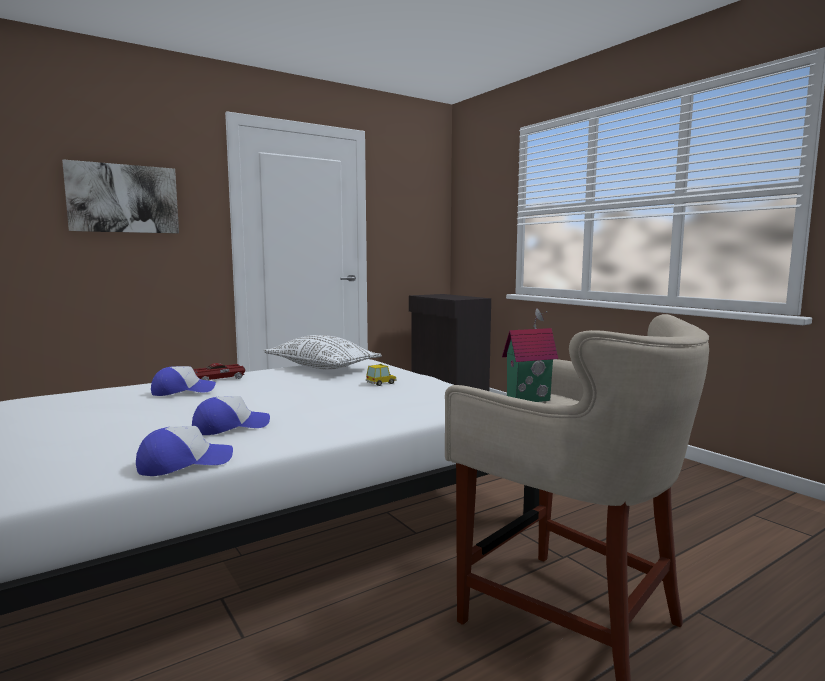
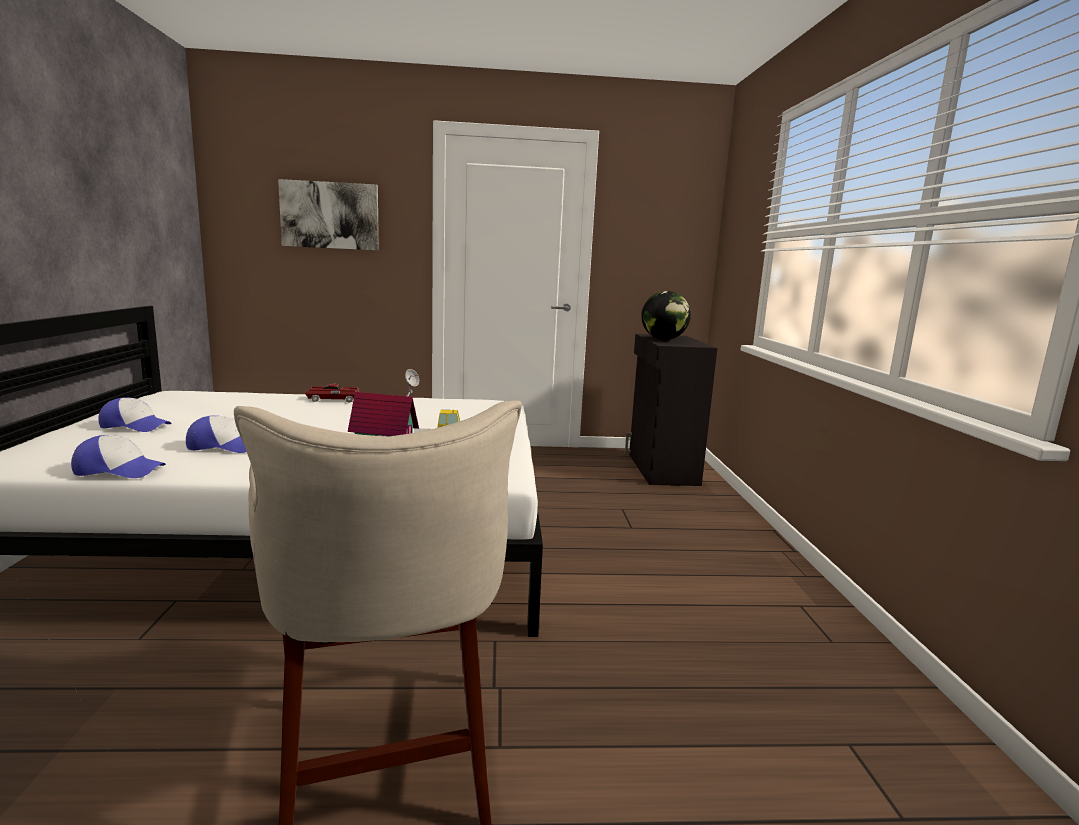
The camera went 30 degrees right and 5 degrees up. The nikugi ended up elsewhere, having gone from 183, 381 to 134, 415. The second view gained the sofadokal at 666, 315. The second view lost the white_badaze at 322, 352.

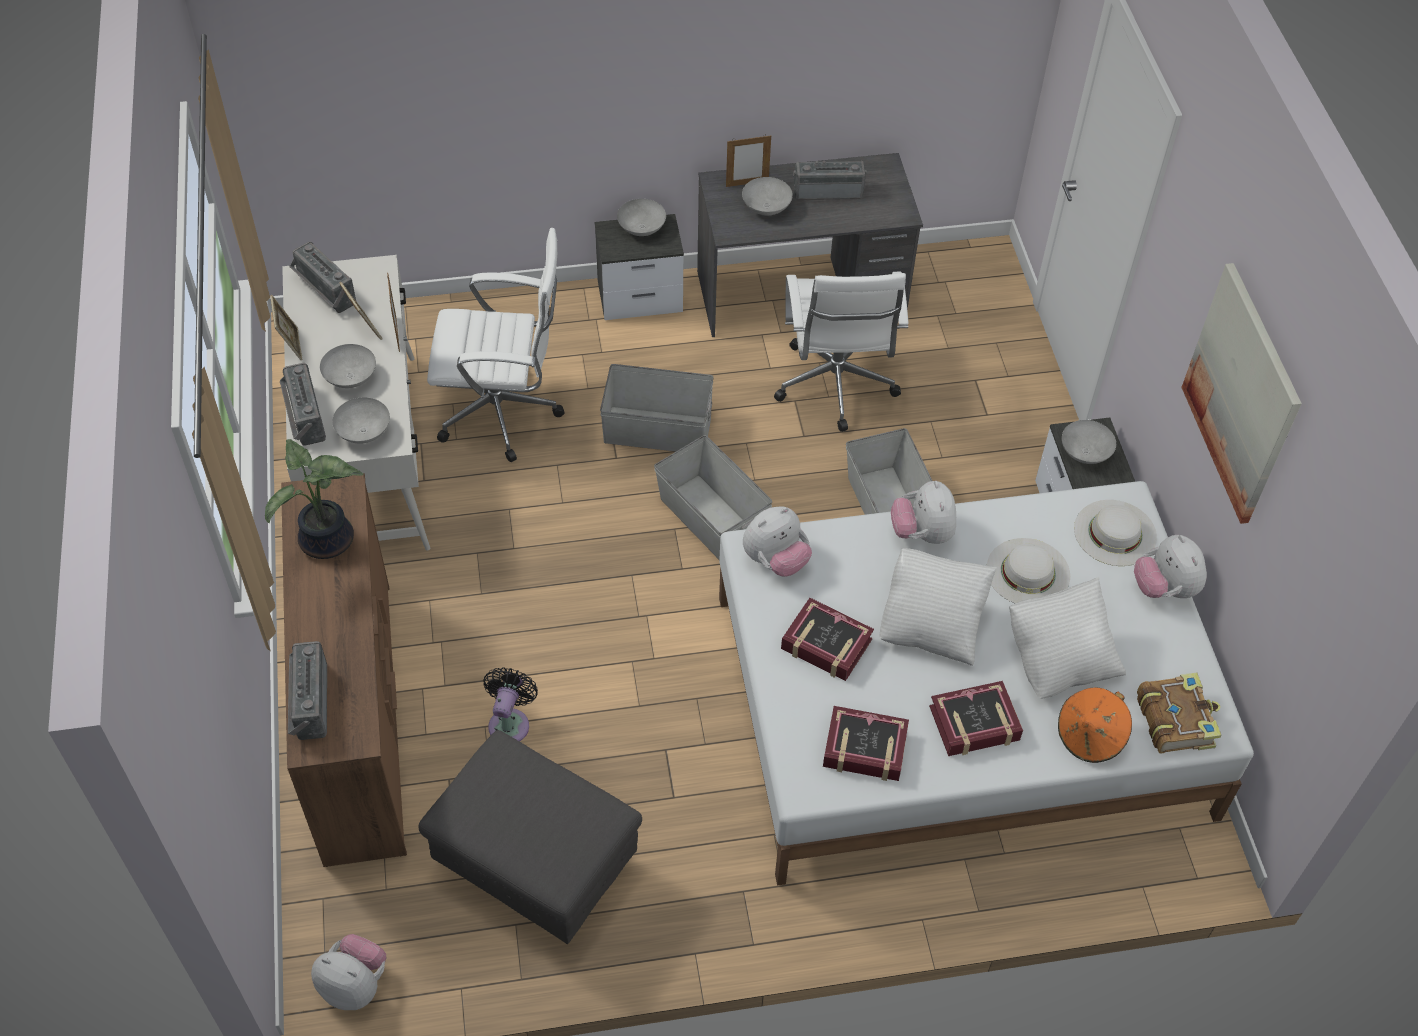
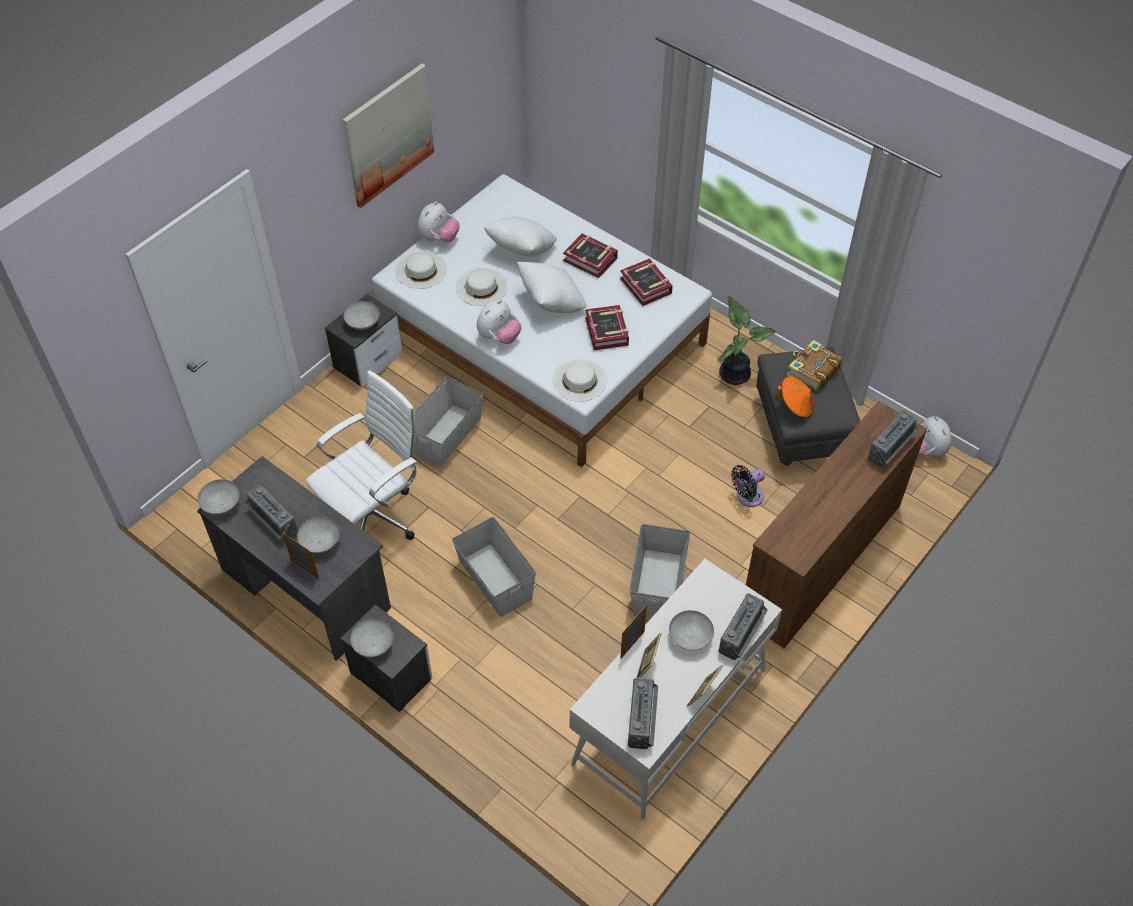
The camera went 130 degrees left and 0 degrees up. The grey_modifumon ended up elsewhere, having gone from 361, 420 to 218, 497. Where the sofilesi stood at 777, 542, the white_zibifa came to stand at 579, 381. The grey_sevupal ended up elsewhere, having gone from 713, 497 to 659, 571. The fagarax ended up elsewhere, having gone from 314, 499 to 746, 340. The orange_zibifa ended up elsewhere, having gone from 1095, 725 to 794, 397. The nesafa ended up elsewhere, having gone from 1179, 713 to 814, 365. The second view lost the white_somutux at 496, 345.

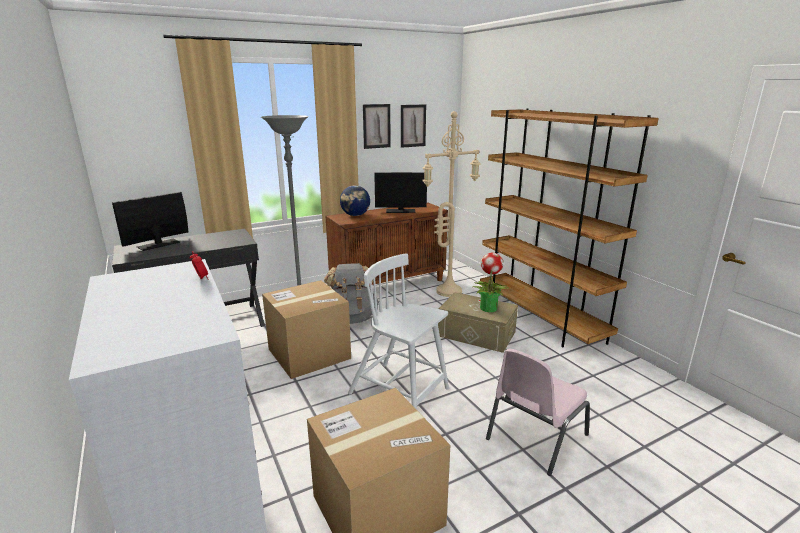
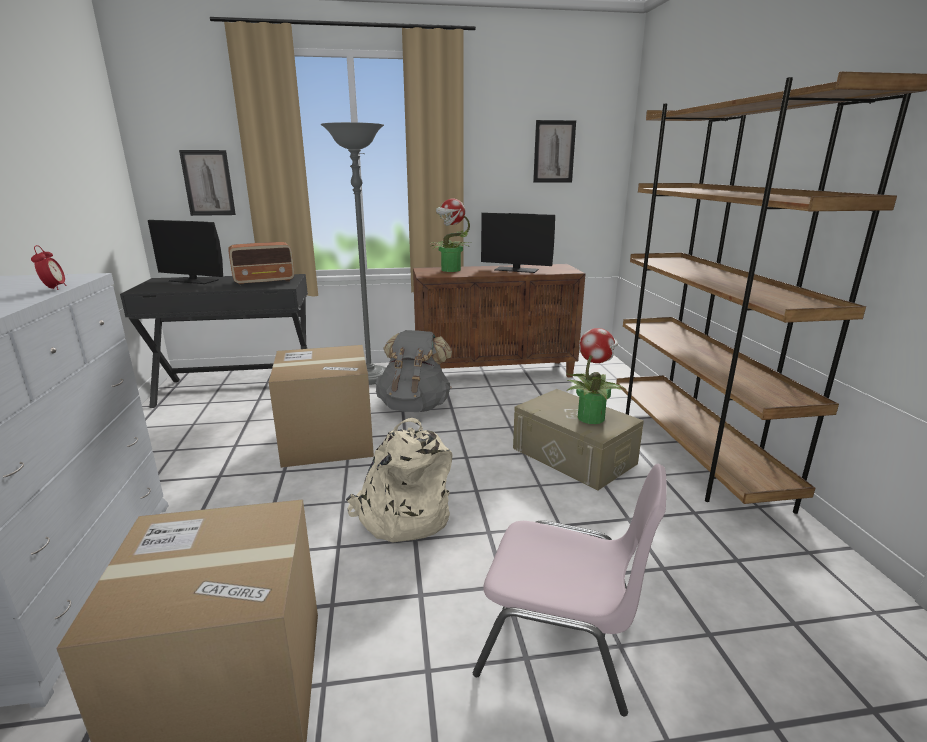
The camera went 20 degrees right and 0 degrees up. The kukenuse at 150, 221 ended up facing another way, 135 degrees counterclockwise from before. The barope ended up elsewhere, having gone from 377, 126 to 207, 183. The second view gained the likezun at 261, 263. Where the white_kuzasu stood at 398, 331, the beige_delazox came to stand at 399, 480. Where the sofadokal stood at 355, 200, the fagarax came to stand at 450, 235. The pink_kuzasu at 538, 412 ended up facing another way, 135 degrees counterclockwise from before. The second view lost the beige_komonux at 451, 204.

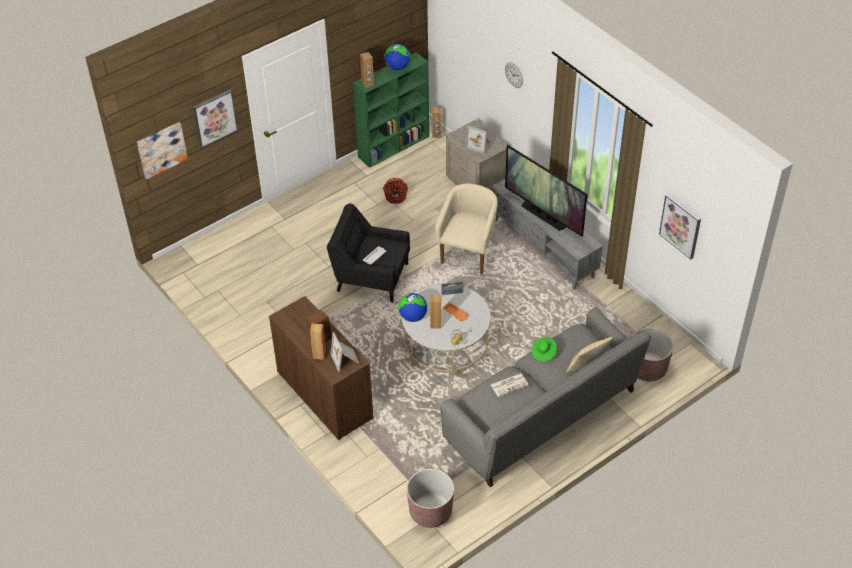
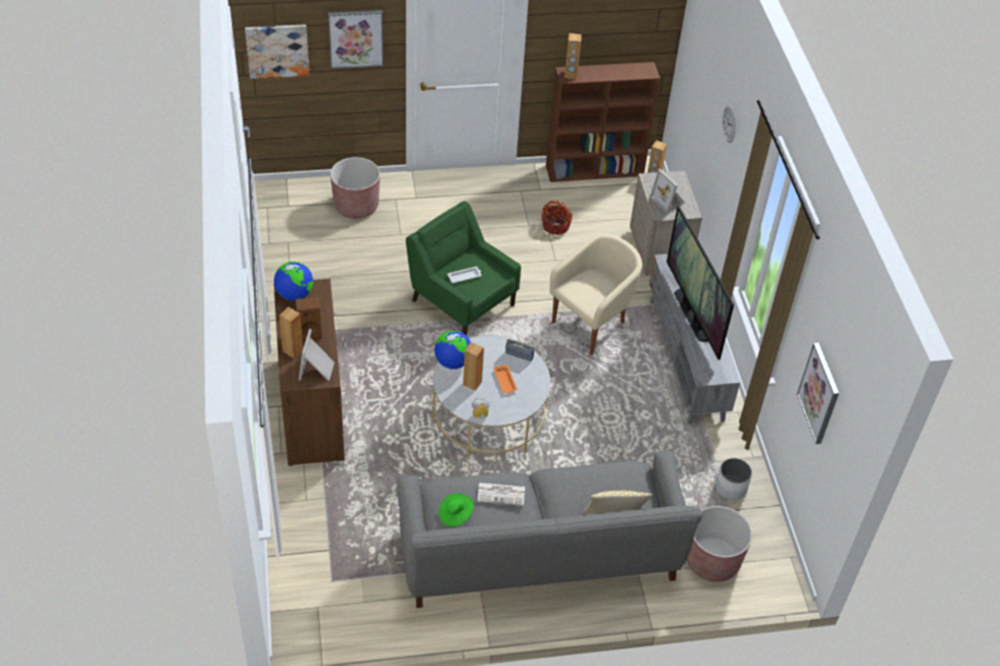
The camera went 25 degrees right and 0 degrees up. The sofadokal ended up elsewhere, having gone from 397, 57 to 293, 281. The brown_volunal ended up elsewhere, having gone from 430, 498 to 355, 188. What was the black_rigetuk at 368, 253 turned into the green_rigetuk at 463, 268. The green_zibifa ended up elsewhere, having gone from 544, 349 to 456, 510. What was the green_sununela at 391, 110 turned into the brown_sununela at 603, 122. The second view gained the white_volunal at 733, 479.

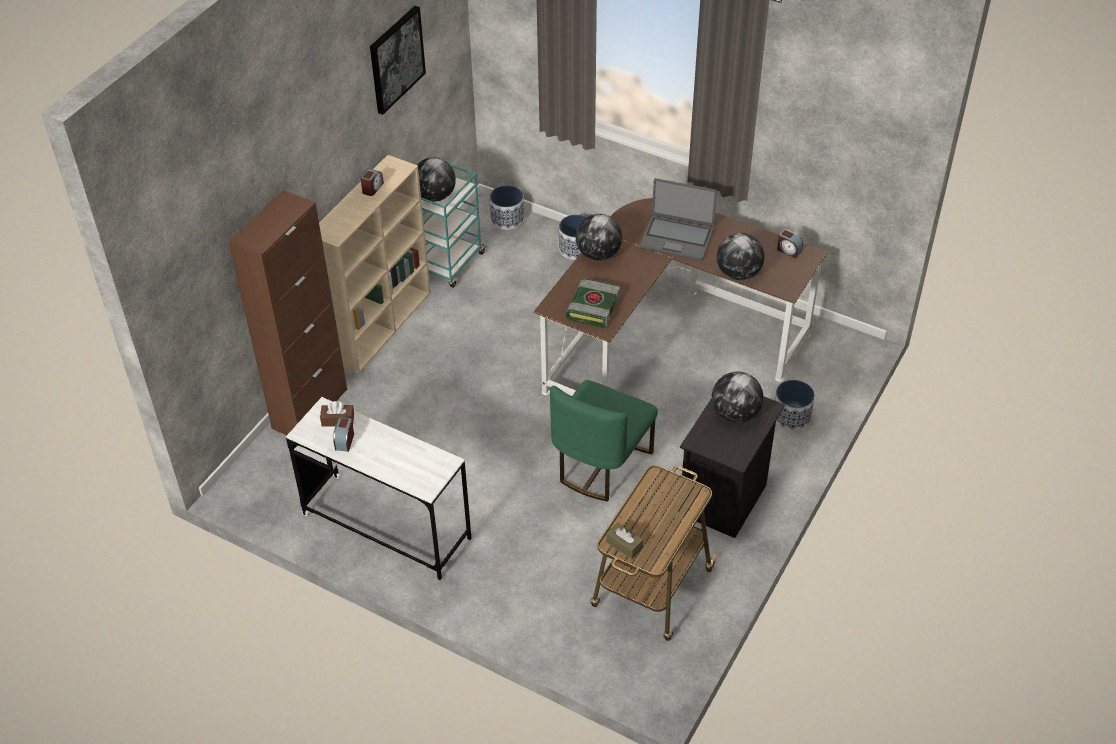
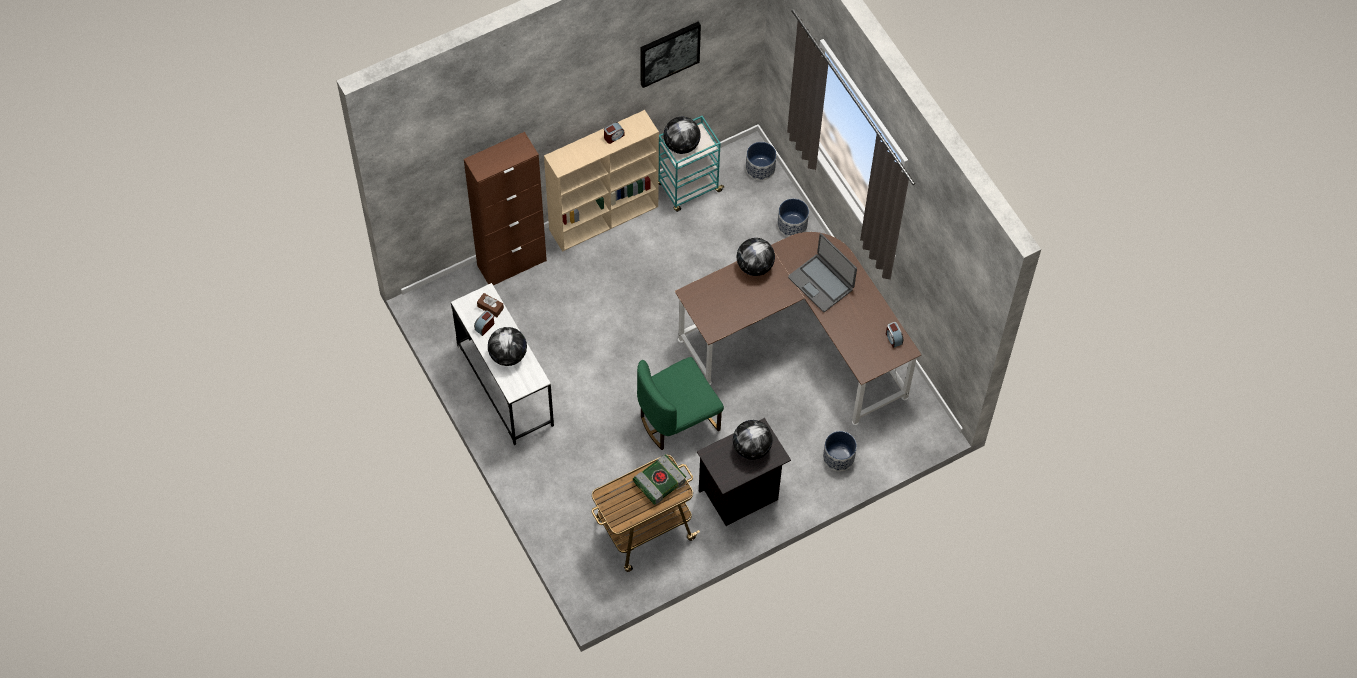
The camera went 30 degrees right and 15 degrees up. The sofadokal ended up elsewhere, having gone from 740, 256 to 507, 346. The nesafa ended up elsewhere, having gone from 593, 303 to 659, 480. The second view lost the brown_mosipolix at 624, 541.

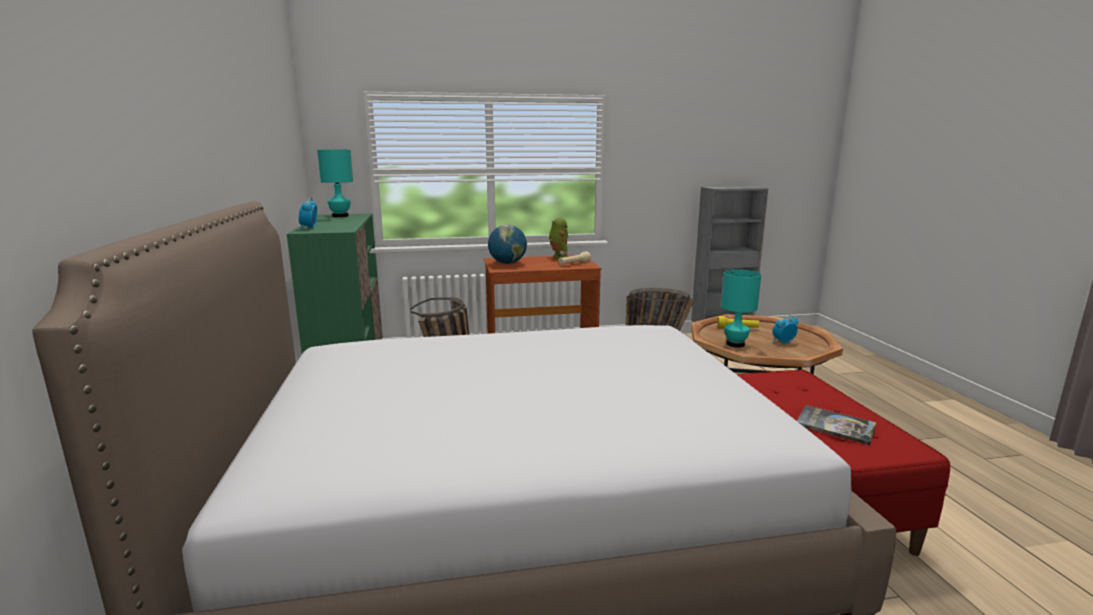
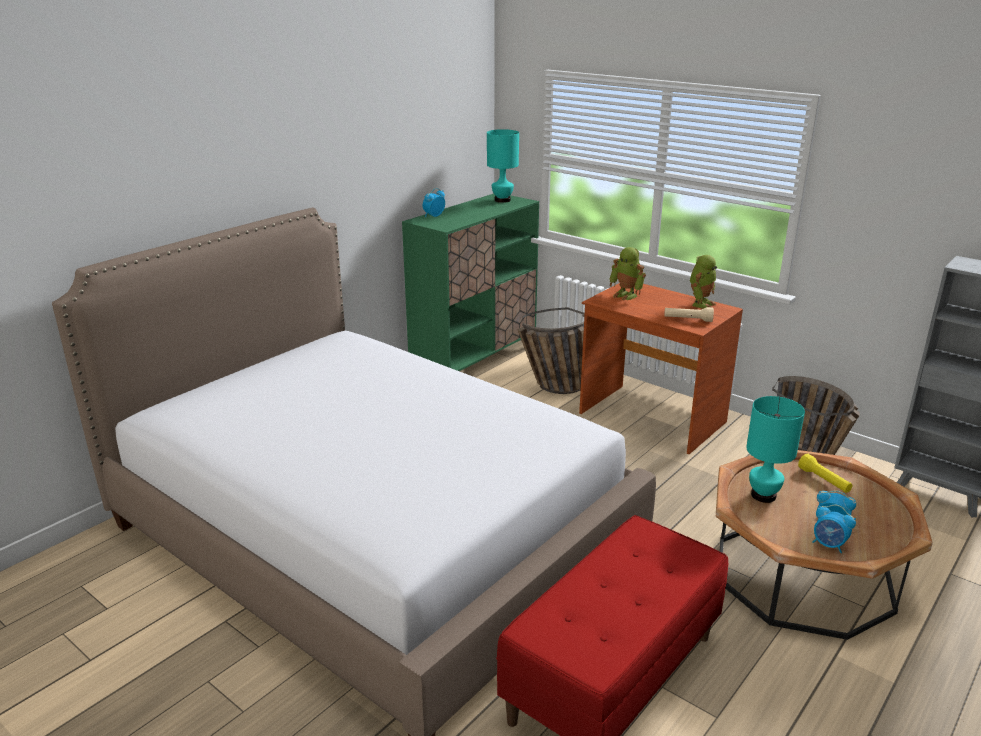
The camera went 50 degrees right and 10 degrees up. Where the sofadokal stood at 507, 244, the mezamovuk came to stand at 627, 273. The second view gained the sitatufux at 834, 529. The second view lost the nesafa at 836, 425.

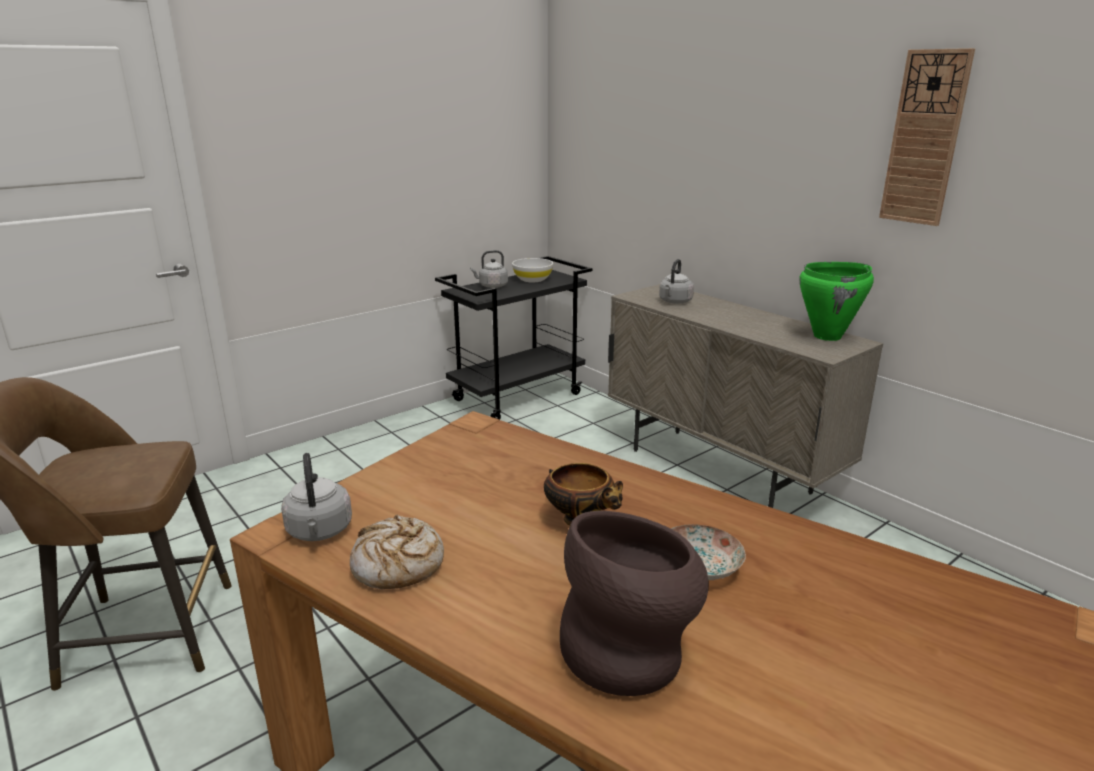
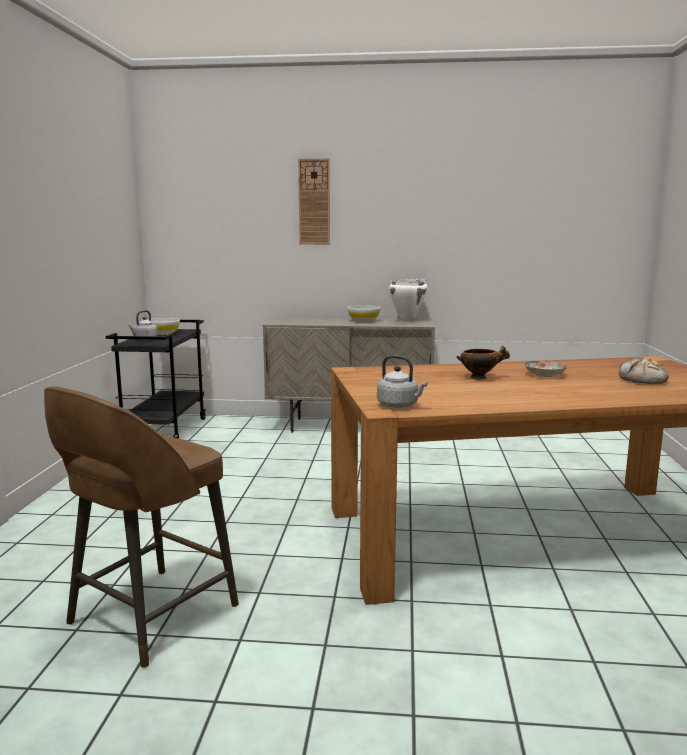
The camera went 45 degrees left and 10 degrees down. The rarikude ended up elsewhere, having gone from 927, 137 to 314, 201. The second view gained the white_modifumon at 364, 313. What was the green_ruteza at 836, 301 turned into the white_ruteza at 408, 300. The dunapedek ended up elsewhere, having gone from 397, 552 to 644, 371. The second view lost the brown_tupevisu at 634, 603. The second view lost the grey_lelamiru at 676, 281.

